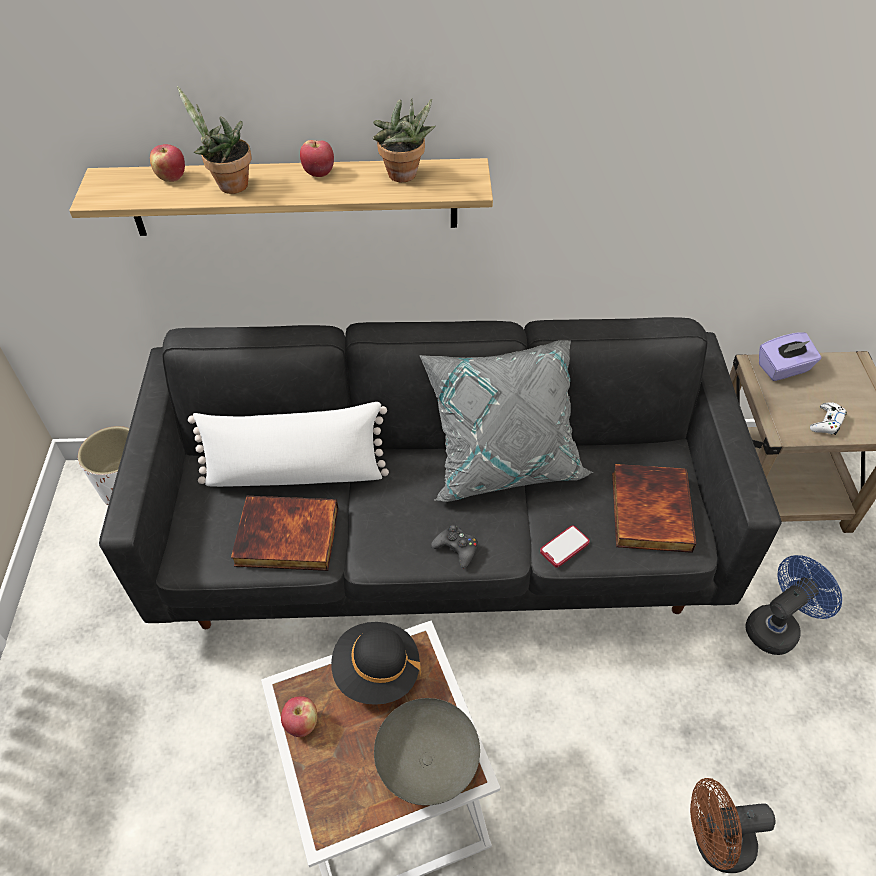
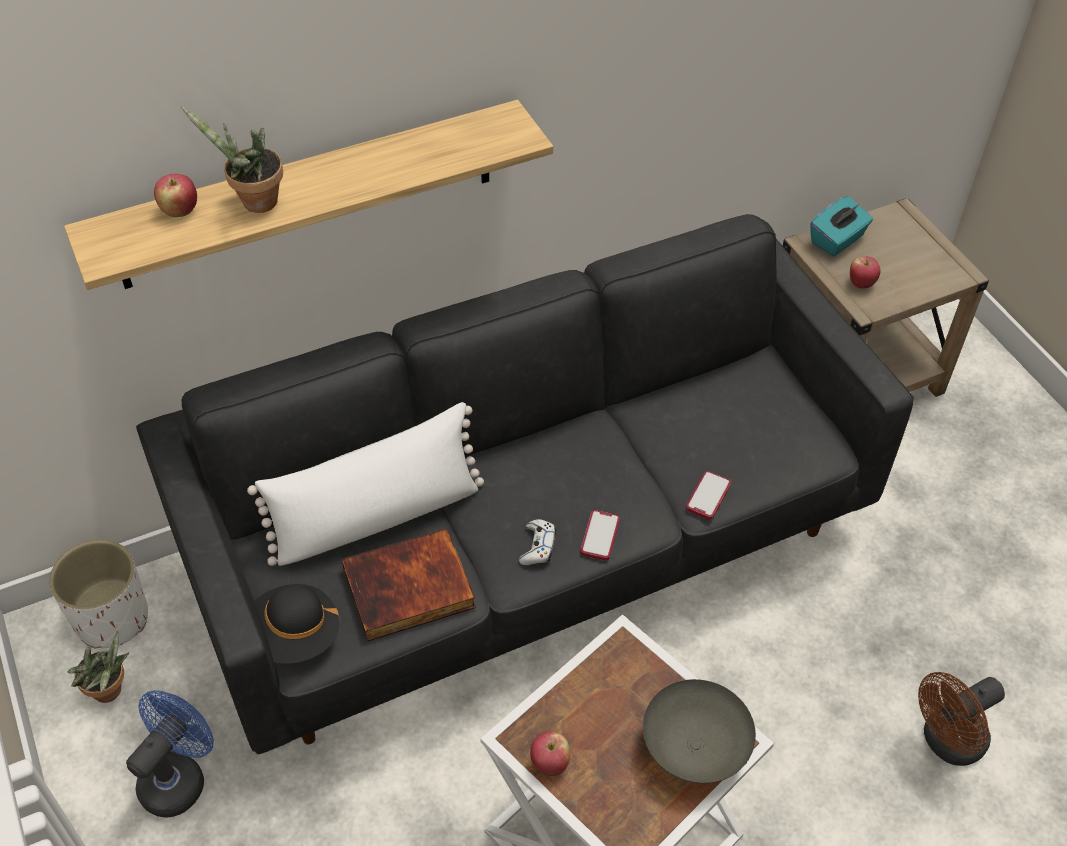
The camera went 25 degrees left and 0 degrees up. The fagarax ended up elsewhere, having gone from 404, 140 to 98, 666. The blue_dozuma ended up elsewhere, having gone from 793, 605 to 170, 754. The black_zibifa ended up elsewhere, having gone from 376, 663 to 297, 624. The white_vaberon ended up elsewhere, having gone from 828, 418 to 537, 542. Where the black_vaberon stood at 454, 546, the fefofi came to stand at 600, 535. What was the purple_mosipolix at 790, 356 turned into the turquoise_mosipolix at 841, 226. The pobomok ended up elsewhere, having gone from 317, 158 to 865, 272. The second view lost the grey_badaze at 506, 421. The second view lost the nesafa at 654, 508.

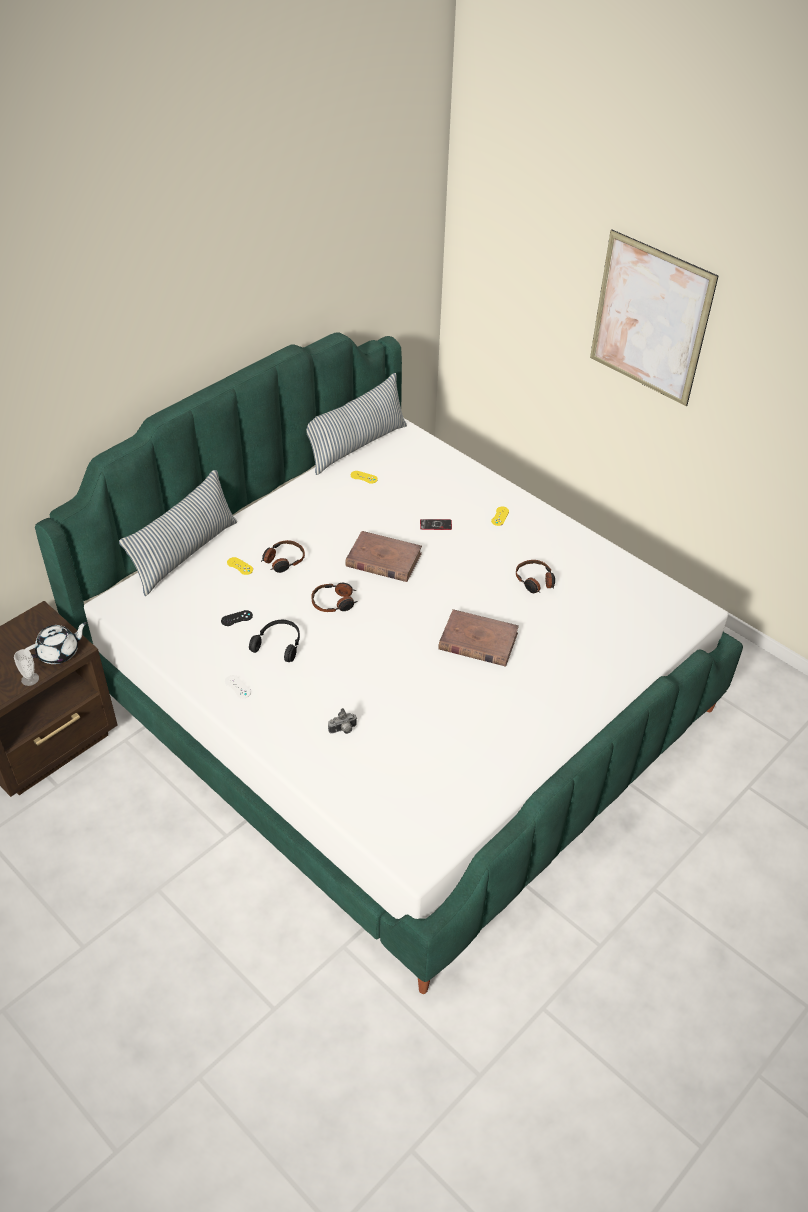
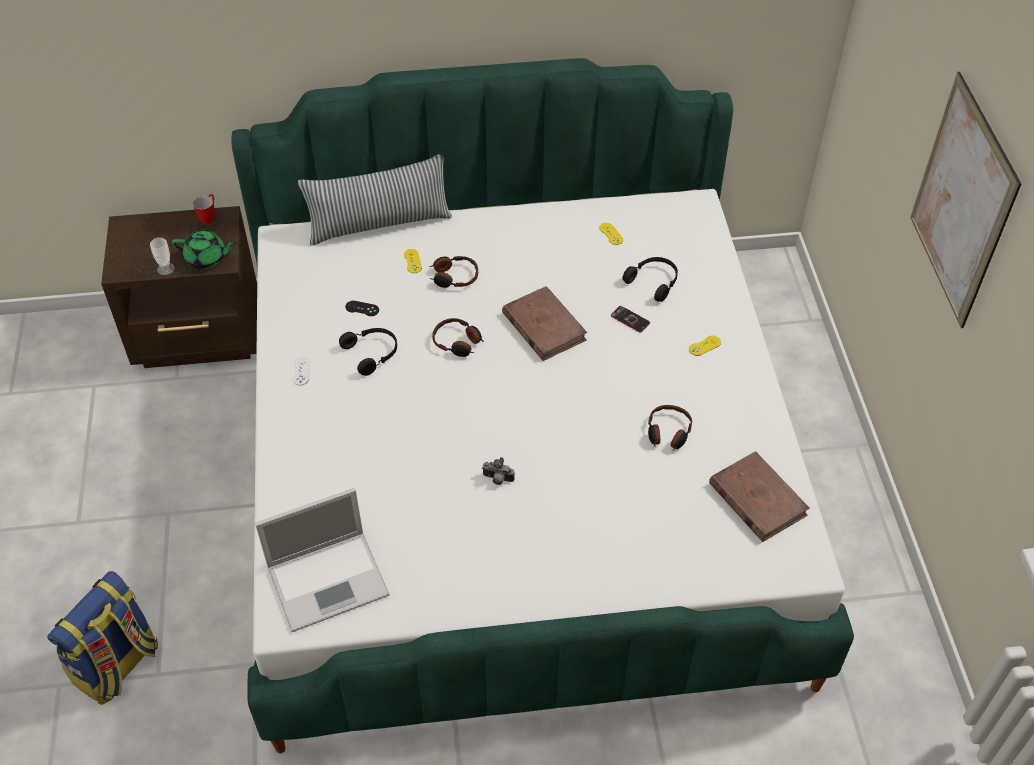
The camera went 40 degrees right and 5 degrees up. The second view gained the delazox at 102, 638. What was the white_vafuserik at 56, 643 turned into the green_vafuserik at 204, 249. The second view gained the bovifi at 204, 209. The second view gained the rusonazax at 322, 560. The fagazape ended up elsewhere, having gone from 342, 721 to 498, 471. The second view gained the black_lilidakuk at 650, 279. The brown_nesafa ended up elsewhere, having gone from 478, 638 to 759, 496. The second view lost the badaze at 356, 424.

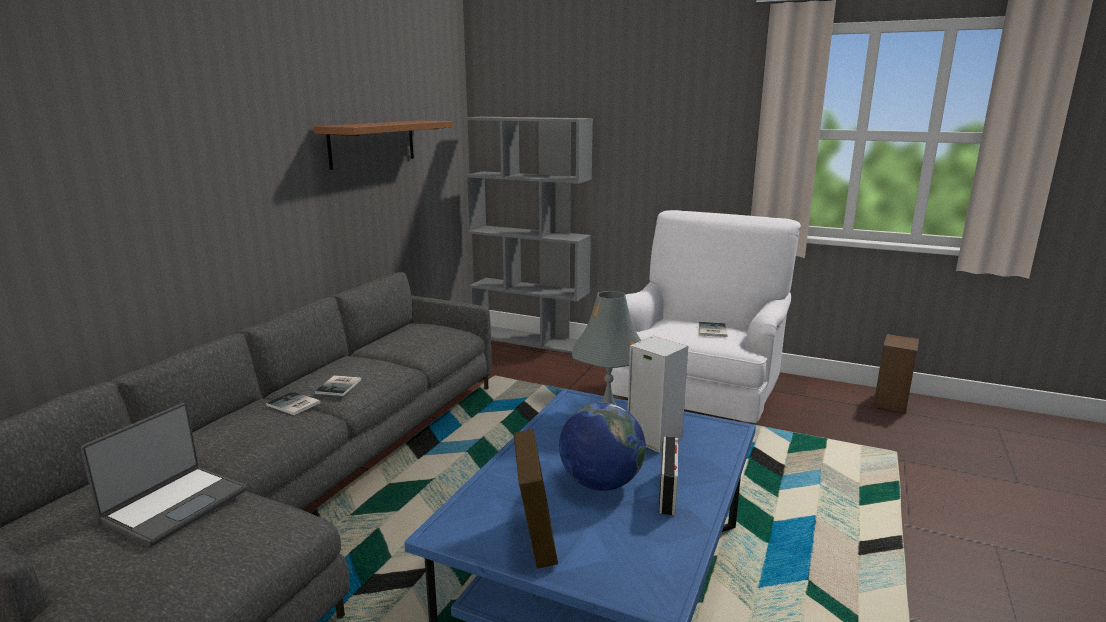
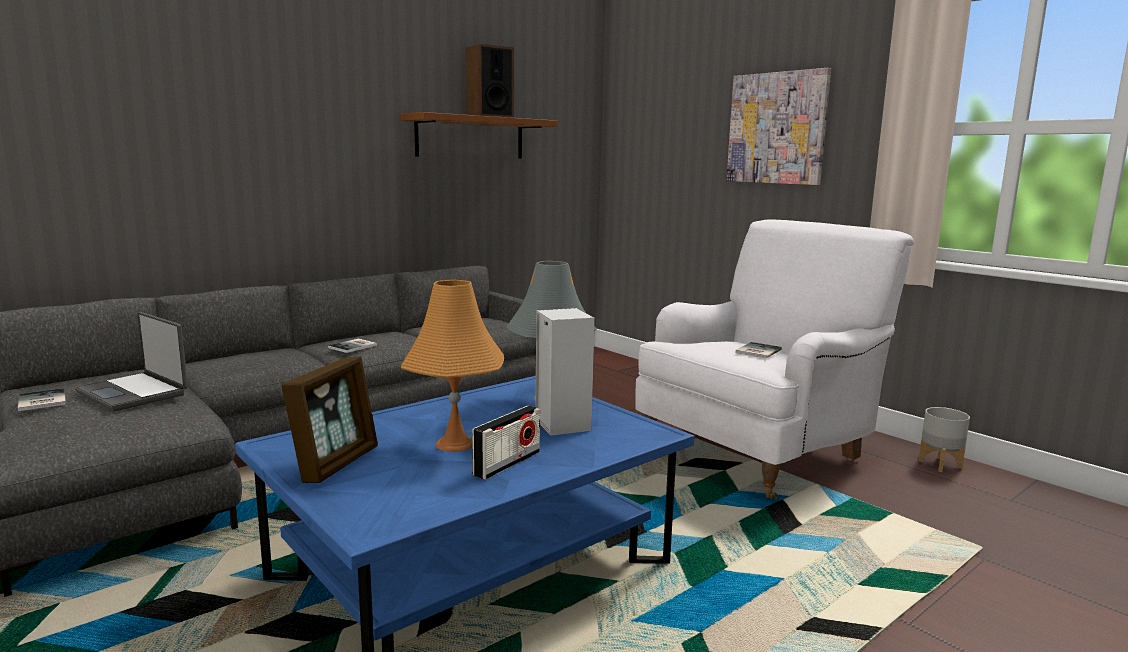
The camera went 25 degrees right and 5 degrees down. The nesafa ended up elsewhere, having gone from 293, 403 to 42, 399. The rusonazax at 164, 475 ended up facing another way, 75 degrees clockwise from before. Where the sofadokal stood at 602, 447, the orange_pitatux came to stand at 452, 366. The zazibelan ended up elsewhere, having gone from 896, 373 to 490, 81. The second view gained the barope at 778, 126. The second view gained the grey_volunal at 944, 439. The second view lost the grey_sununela at 528, 235.

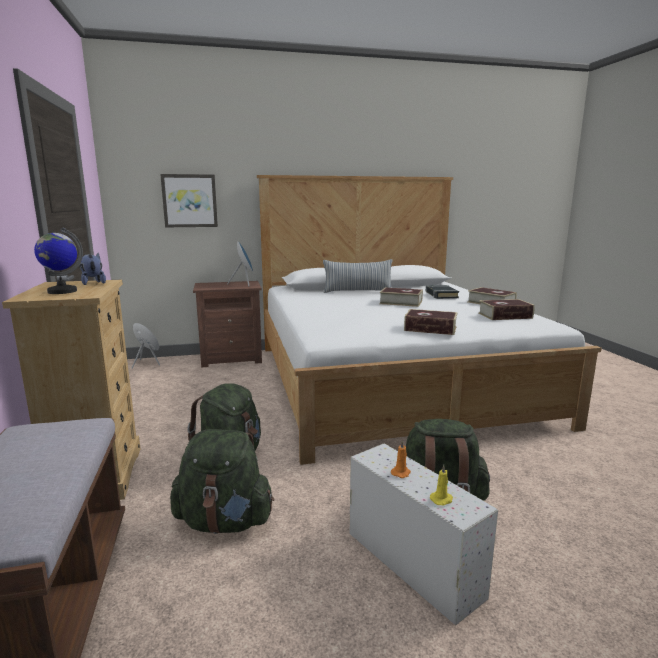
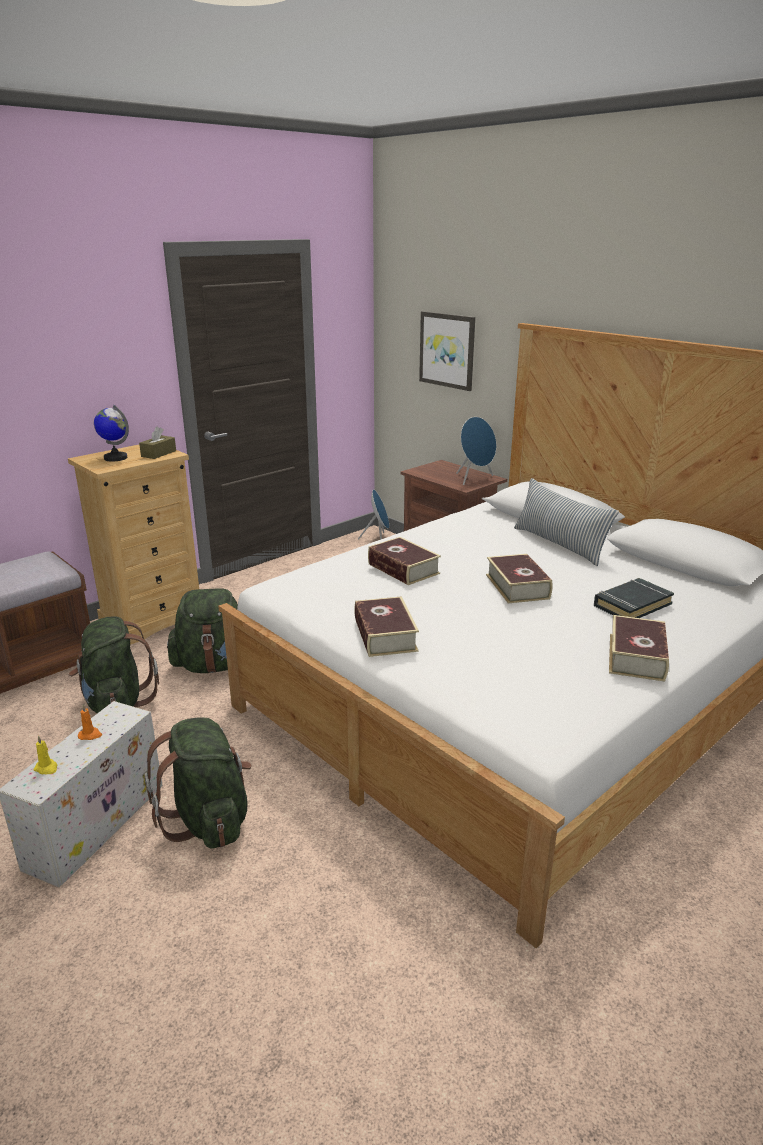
The camera went 60 degrees right and 10 degrees up. Where the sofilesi stood at 92, 269, the brown_mosipolix came to stand at 157, 442. The nesafa ended up elsewhere, having gone from 506, 309 to 404, 561.

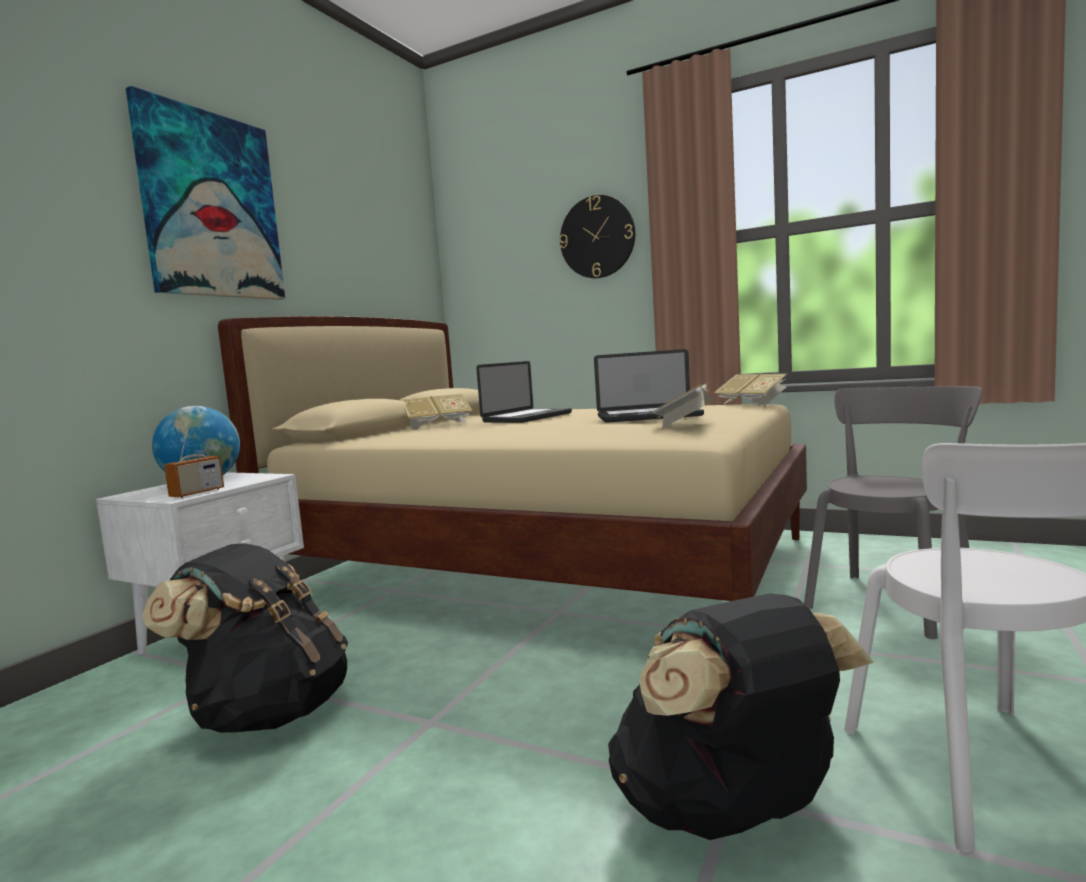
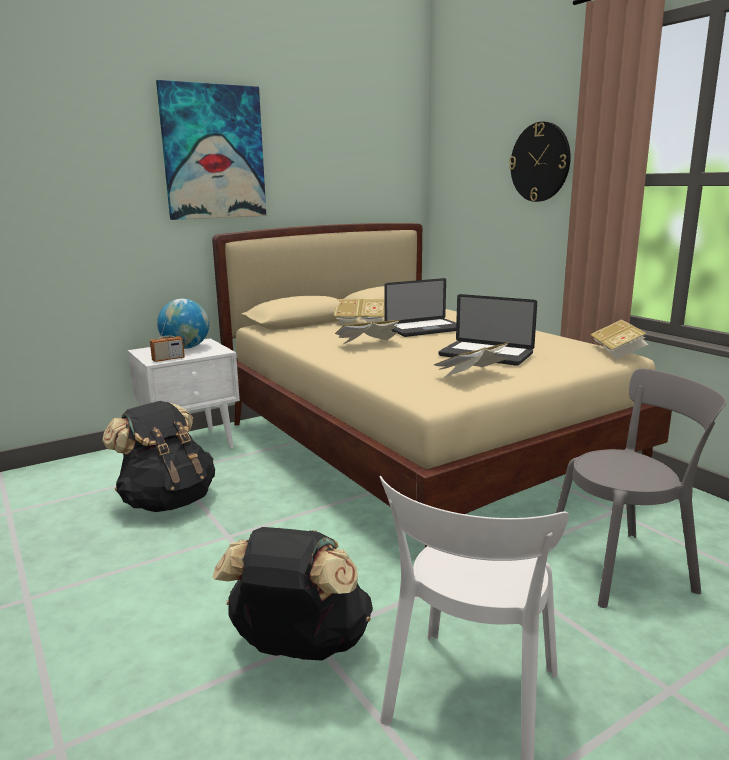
The camera went 30 degrees right and 10 degrees up. The second view gained the nesafa at 367, 332.

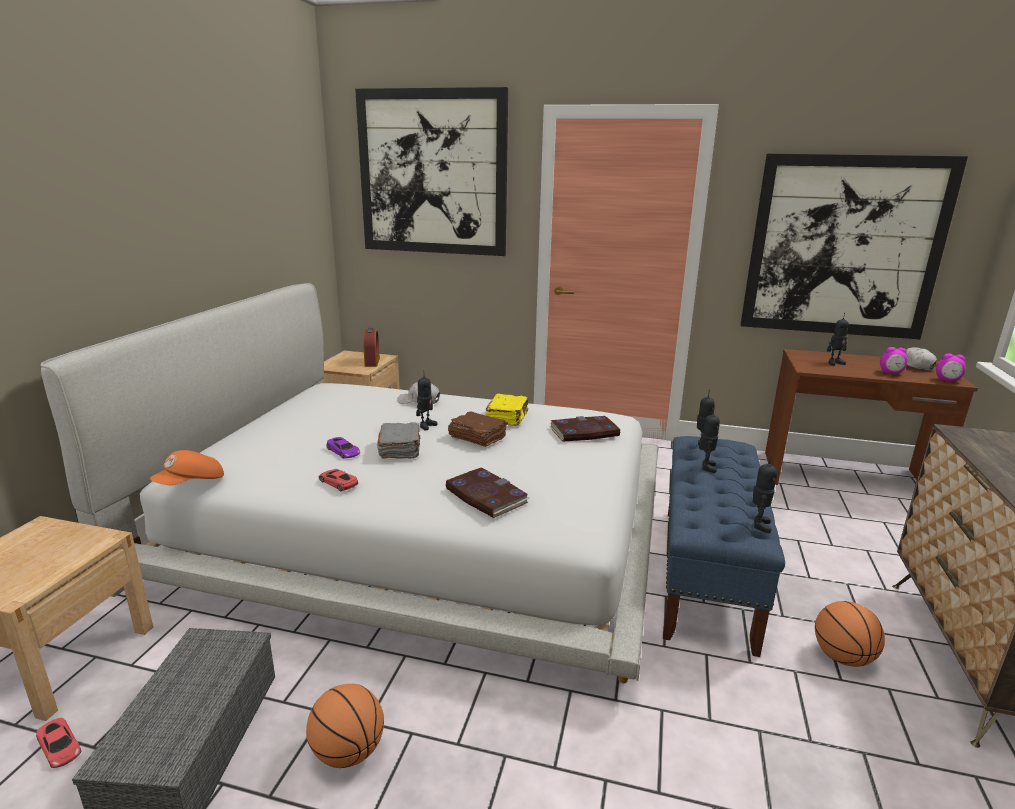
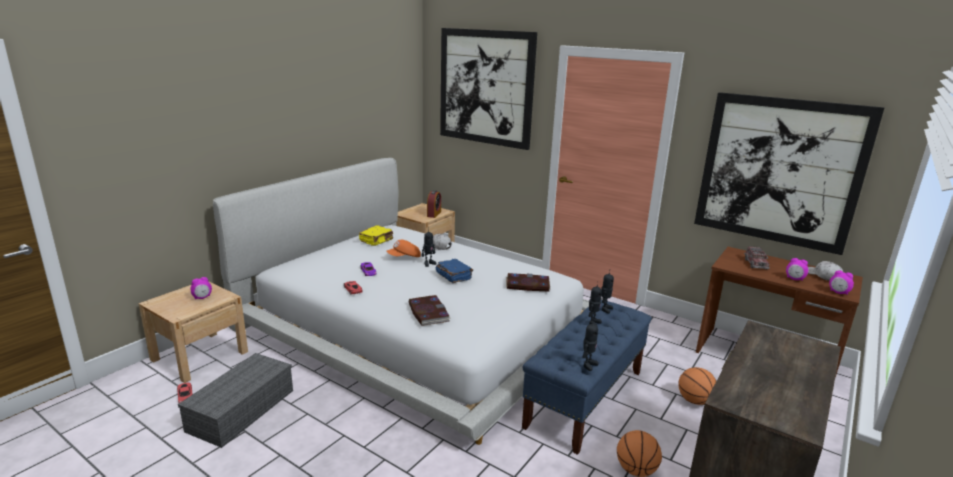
The camera went 20 degrees right and 0 degrees up. The second view gained the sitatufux at 201, 288. The yellow_nesafa ended up elsewhere, having gone from 506, 410 to 376, 235. The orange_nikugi ended up elsewhere, having gone from 187, 467 to 403, 248. What was the brown_nesafa at 478, 429 turned into the blue_nesafa at 454, 271. The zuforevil ended up elsewhere, having gone from 345, 726 to 697, 386. Where the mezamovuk stood at 838, 339, the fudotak came to stand at 757, 257. The second view lost the grey_nesafa at 398, 440.

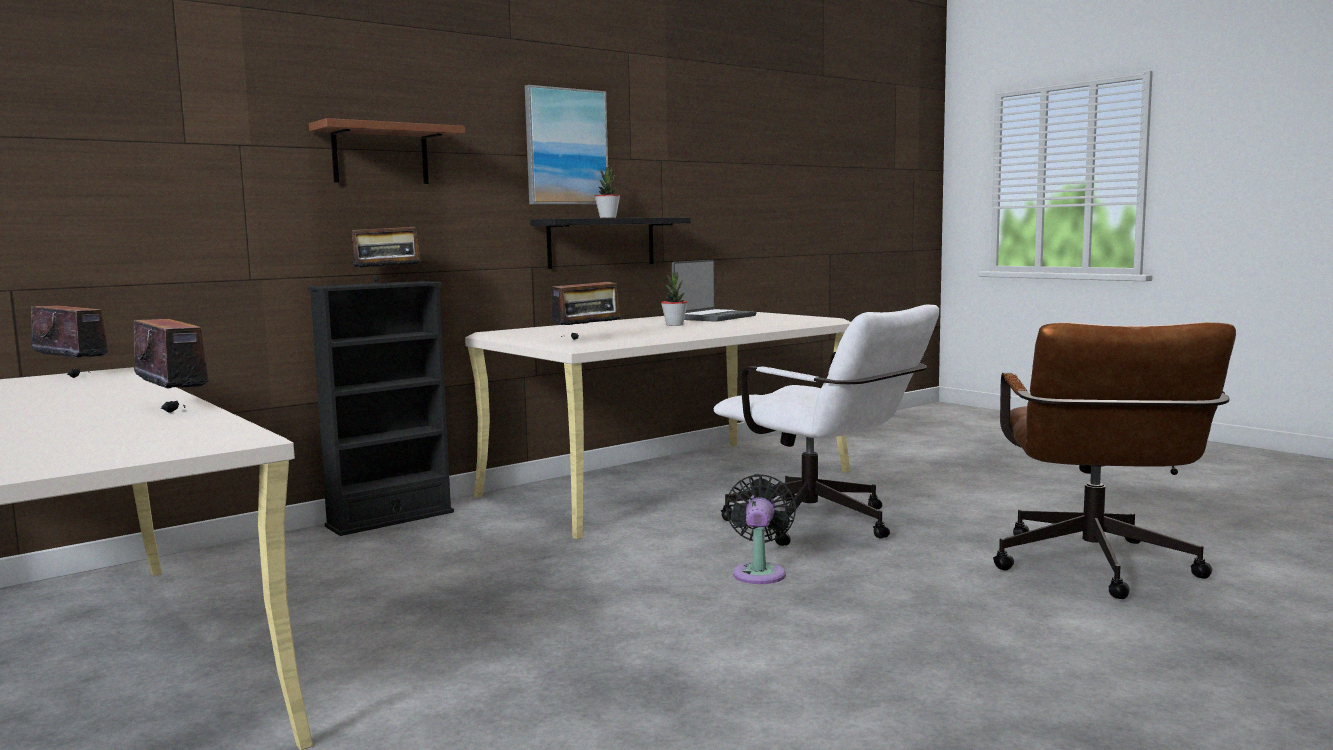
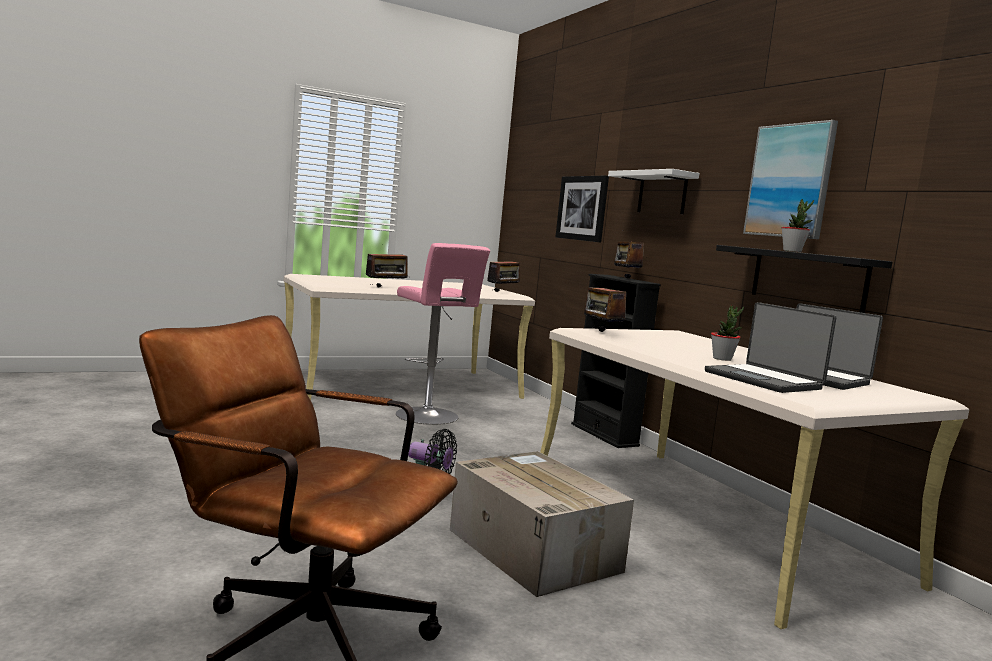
The camera went 100 degrees right and 0 degrees up. The second view gained the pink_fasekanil at 443, 334. Where the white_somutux stood at 826, 425, the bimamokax came to stand at 542, 524. The second view gained the barope at 582, 209. What was the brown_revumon at 387, 151 turned into the white_revumon at 653, 191. The second view gained the rusonazax at 770, 347.

